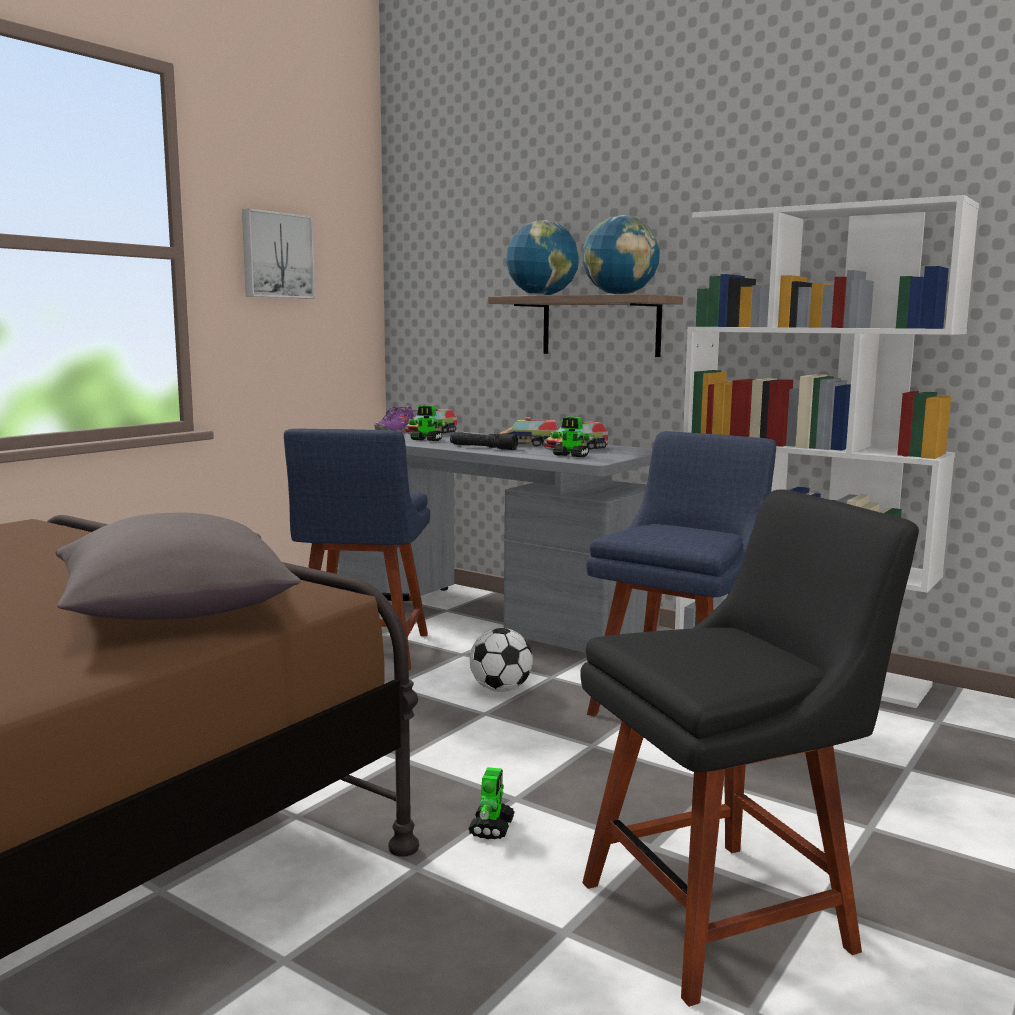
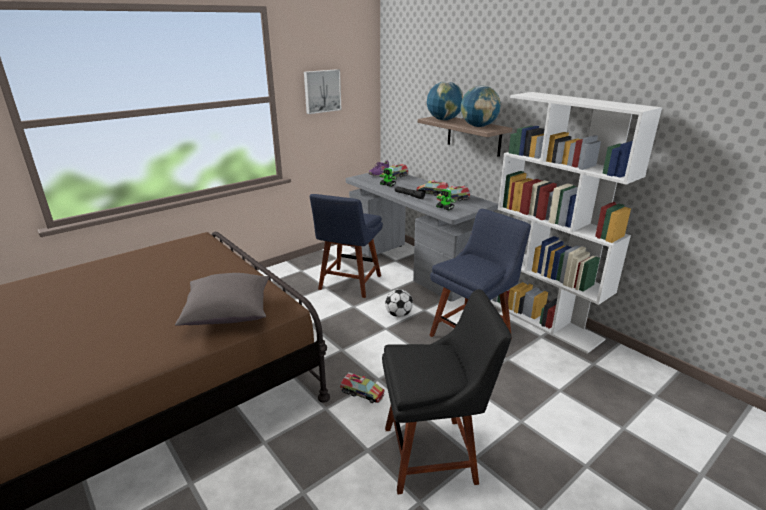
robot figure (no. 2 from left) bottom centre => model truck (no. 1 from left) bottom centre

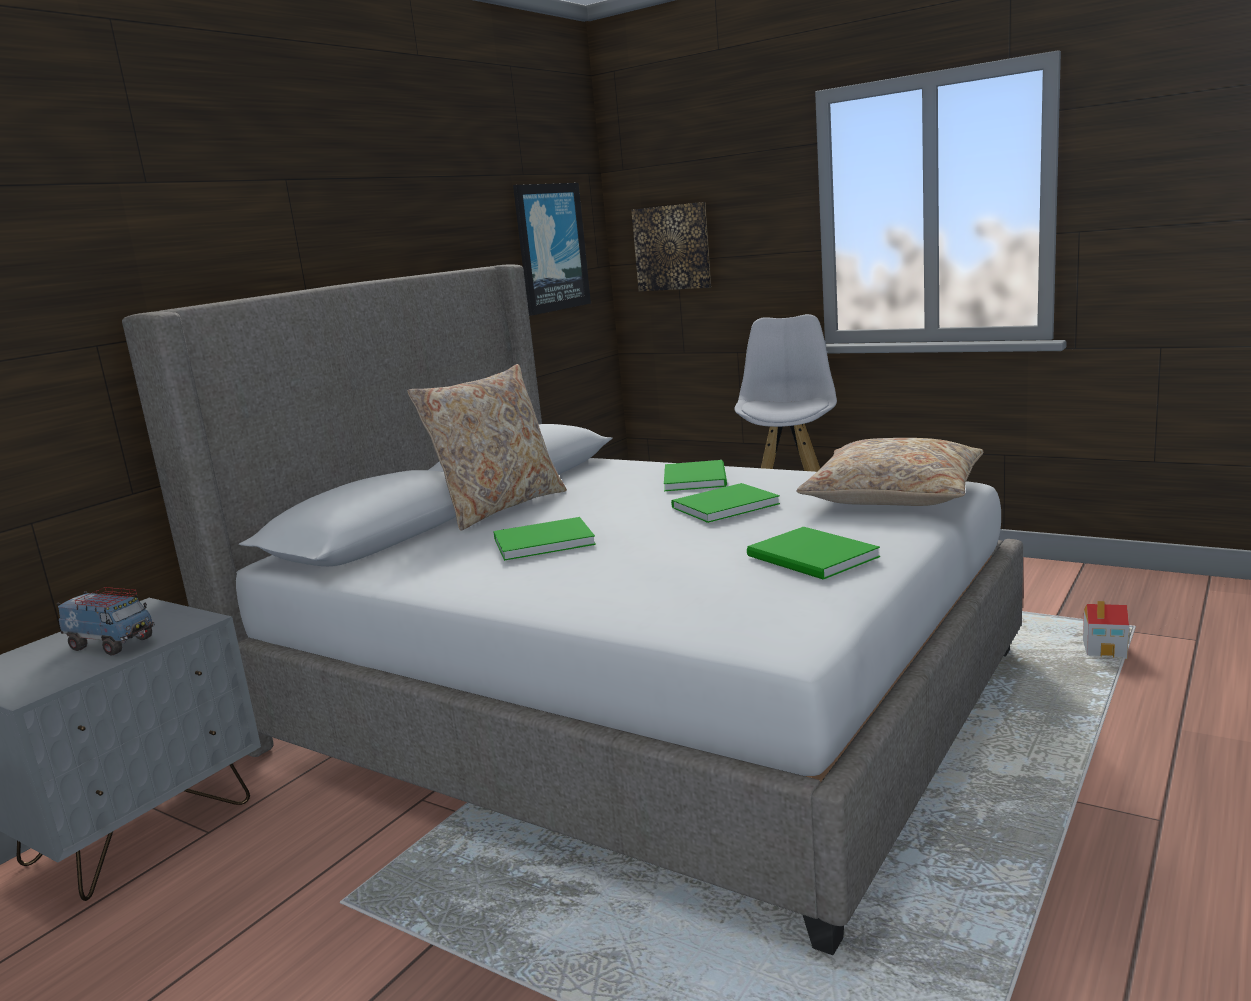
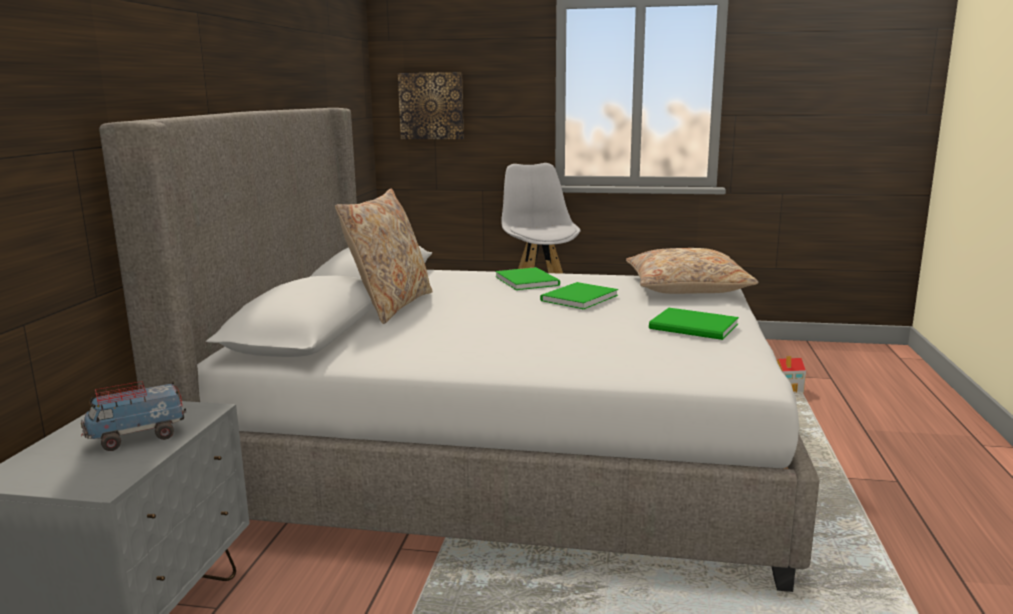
model truck middle left => model truck bottom left, 150 degrees clockwise
book (green-coloured) (no. 1 from left) centre => nothing
picture (no. 1 from left) top centre => nothing

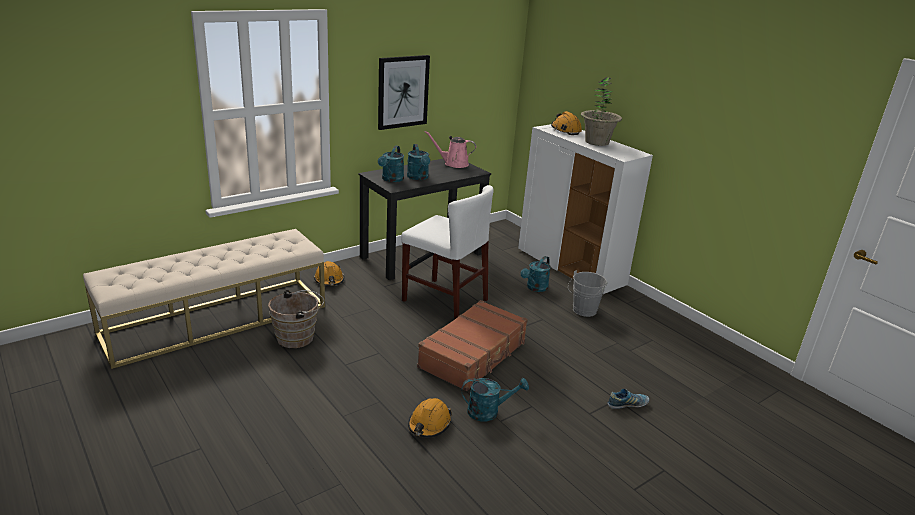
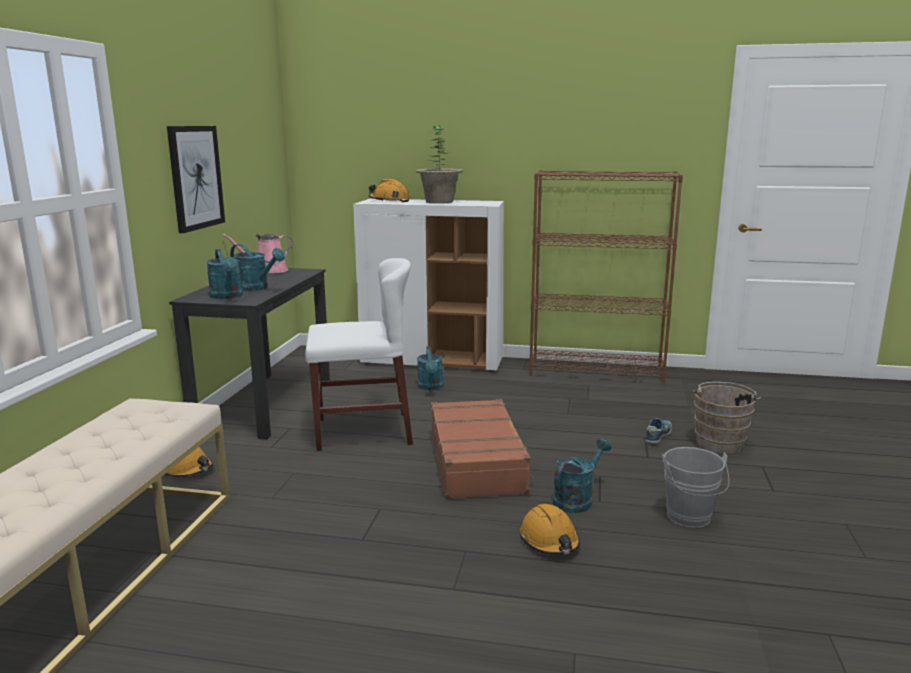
bucket (brownish) middle left => bucket (brownish) middle right, shifted
bucket (gray) centre => bucket (gray) bottom right, shifted
nothing => shelving unit (brownish) centre

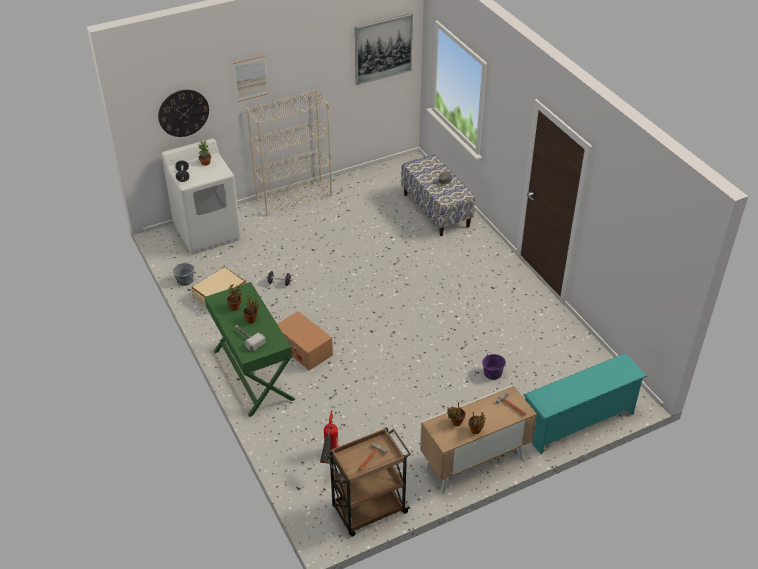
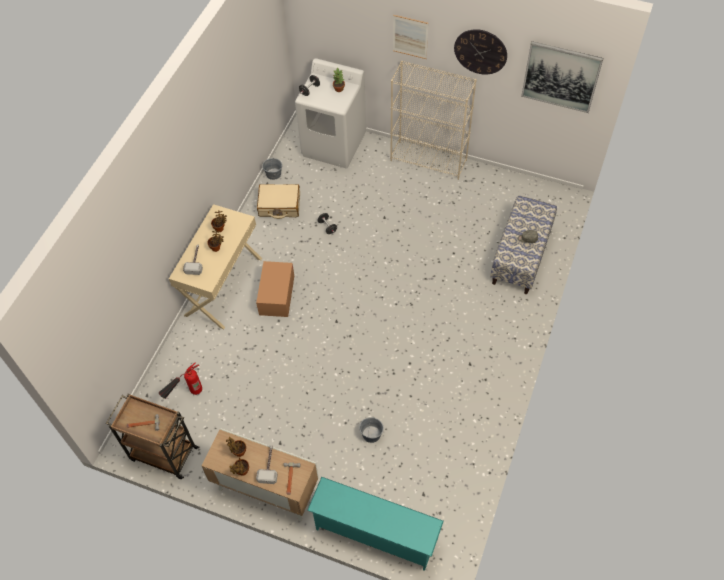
hanging clock top left => hanging clock top centre, shifted
desk (green-coloured) middle left => desk (beige) middle left
bucket (purple) centre => bucket (gray) (no. 2 from left) bottom centre
nothing => tool hammer (no. 3 from left) bottom centre

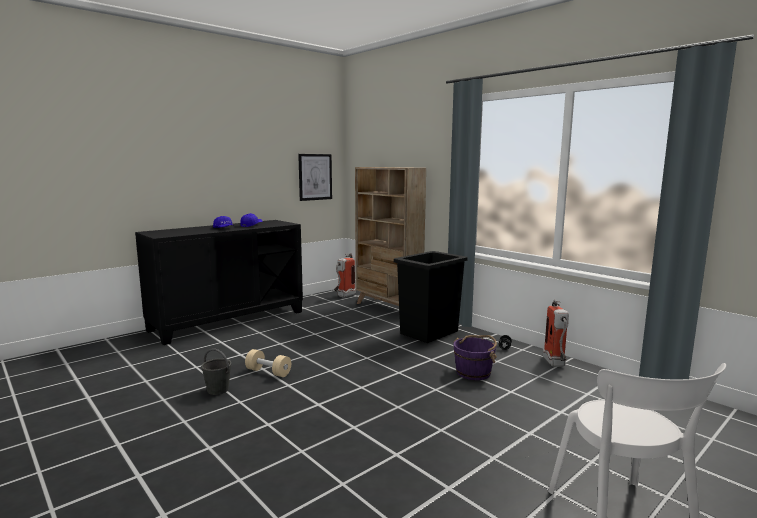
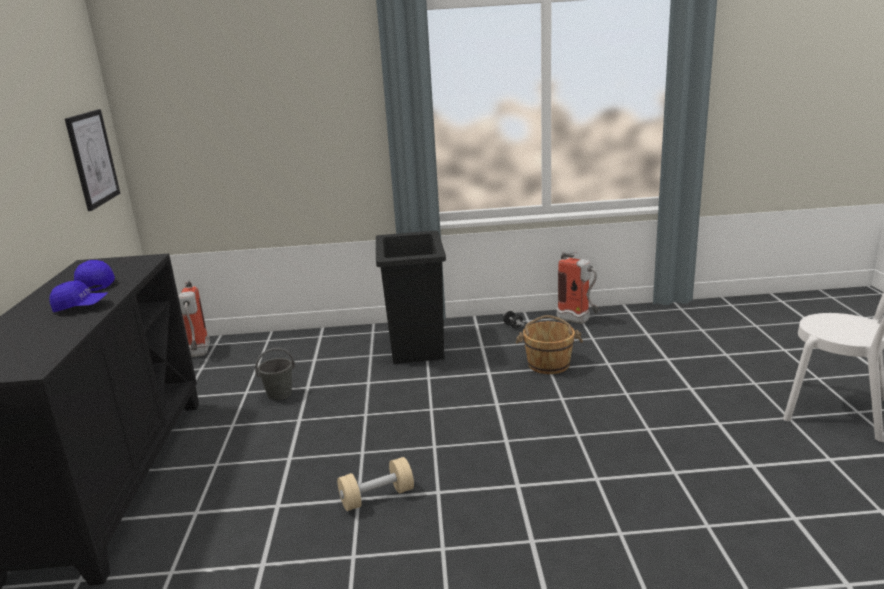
bucket (gray) bottom left => bucket (gray) middle left, shifted
shelving unit (beige) centre => nothing
bucket (purple) bottom centre => bucket (brownish) centre

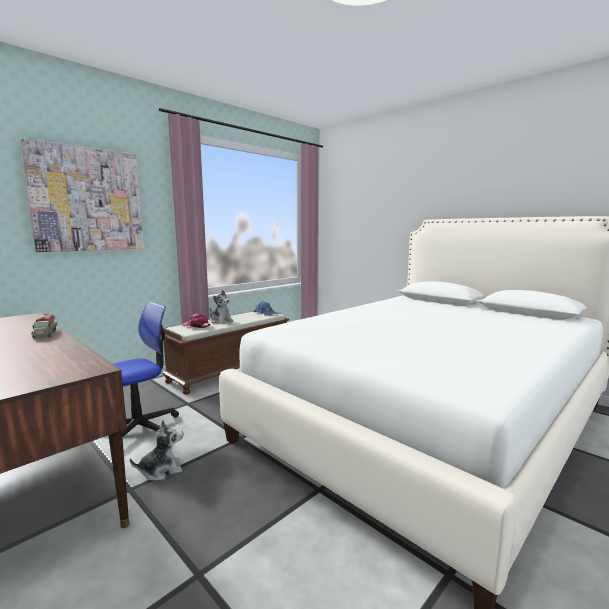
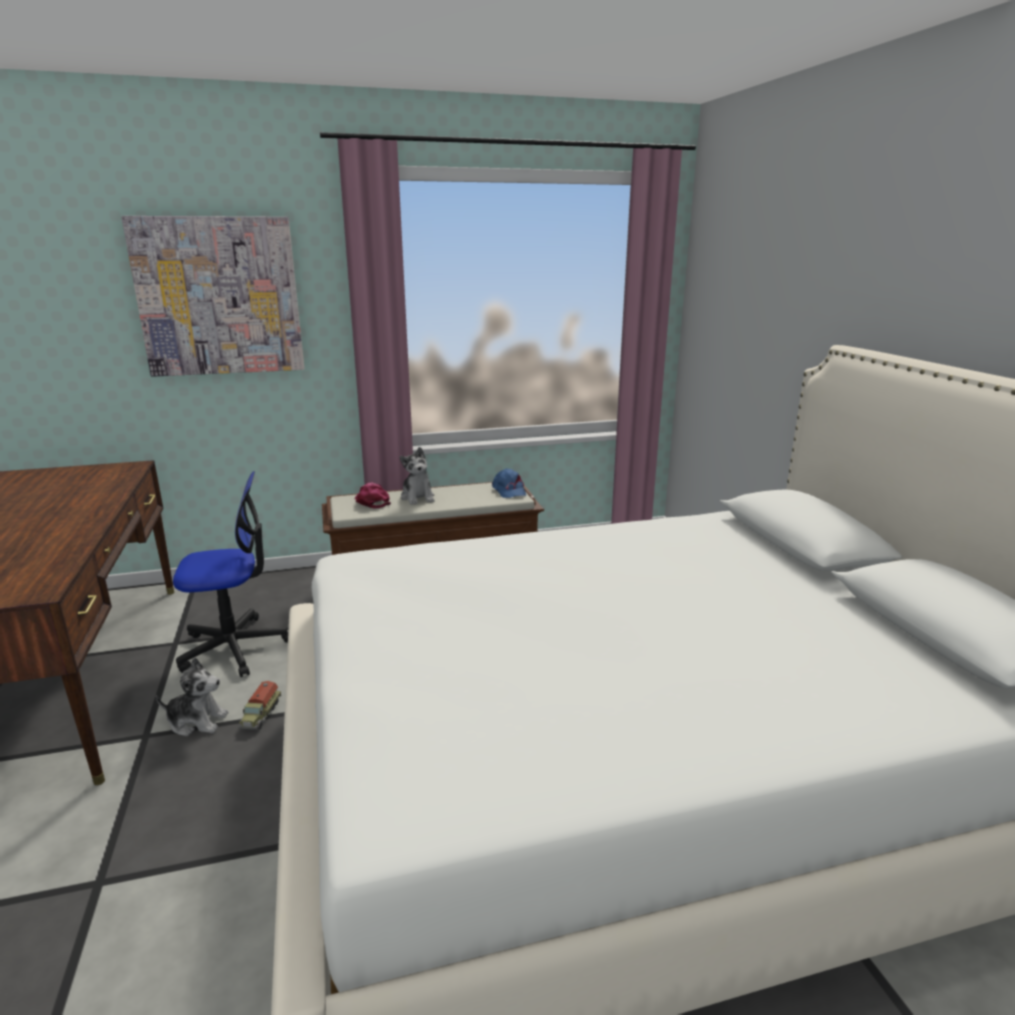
model truck middle left => model truck bottom left, shifted

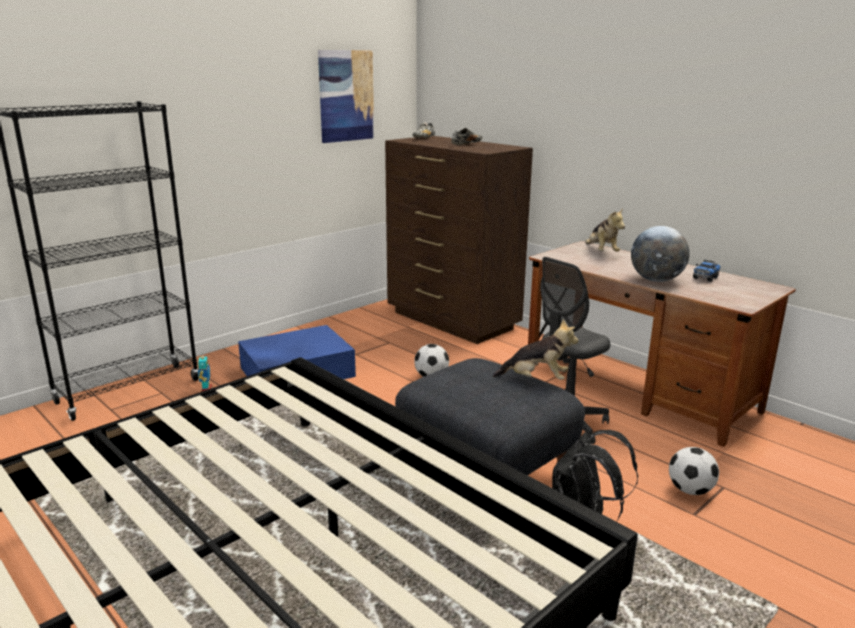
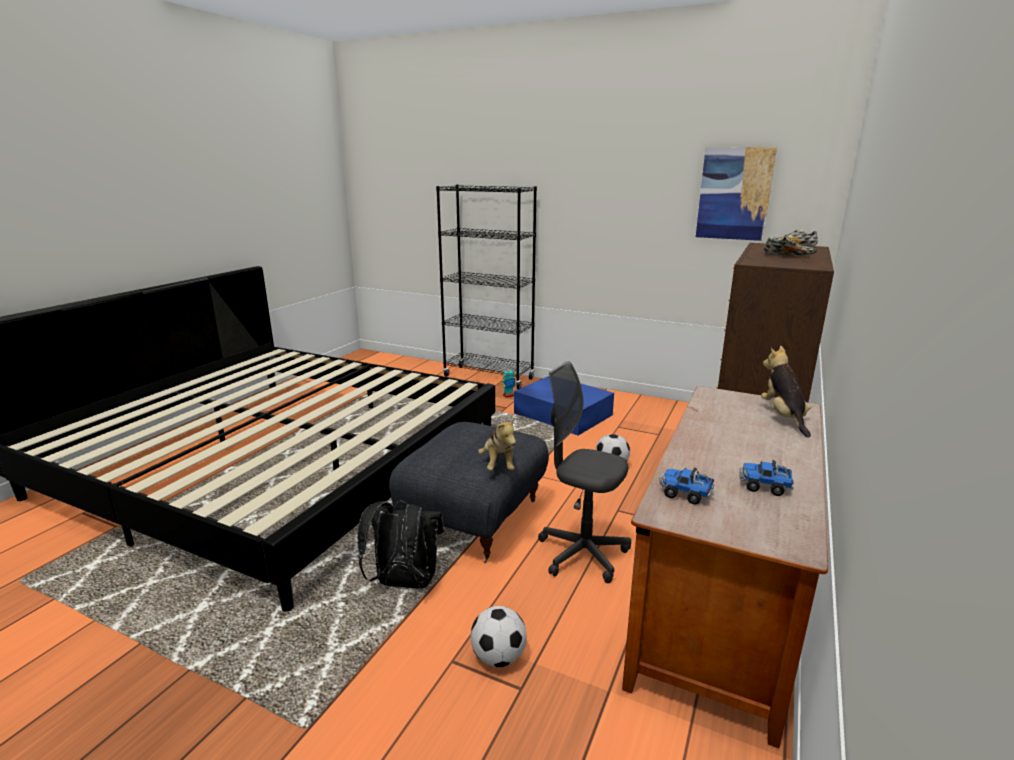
cuddly toy (no. 2 from left) middle right, 120 degrees clockwise
world globe middle right => nothing
nothing => model truck (no. 1 from left) middle right

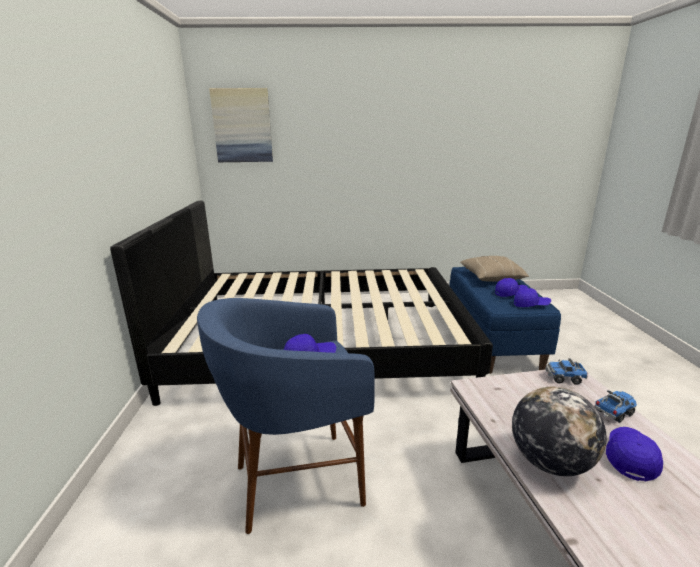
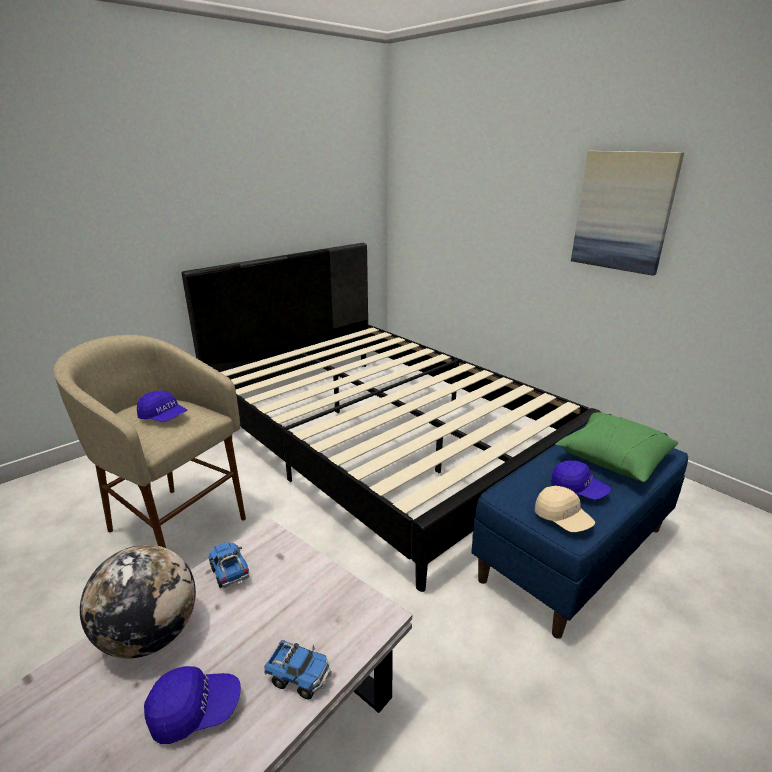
sitting stool (blue-coloured) bottom centre => sitting stool (beige) middle left
picture top centre => picture top right, shifted
cushion (beige) middle right => cushion (green-coloured) middle right
cap (blue-coloured) (no. 3 from left) middle right => cap (beige) middle right
model truck (no. 1 from left) middle right => model truck (no. 1 from left) bottom left, shifted

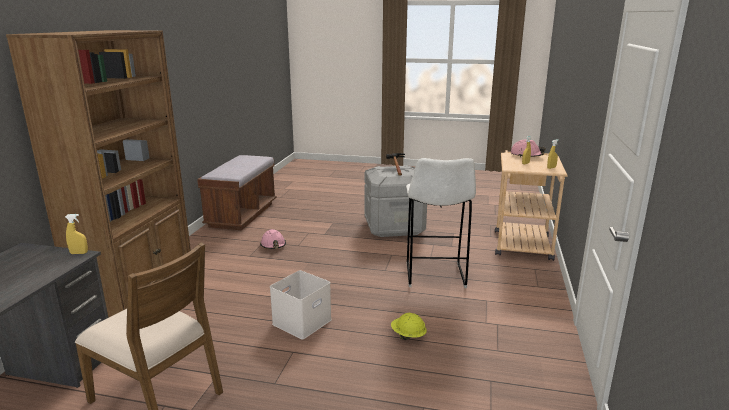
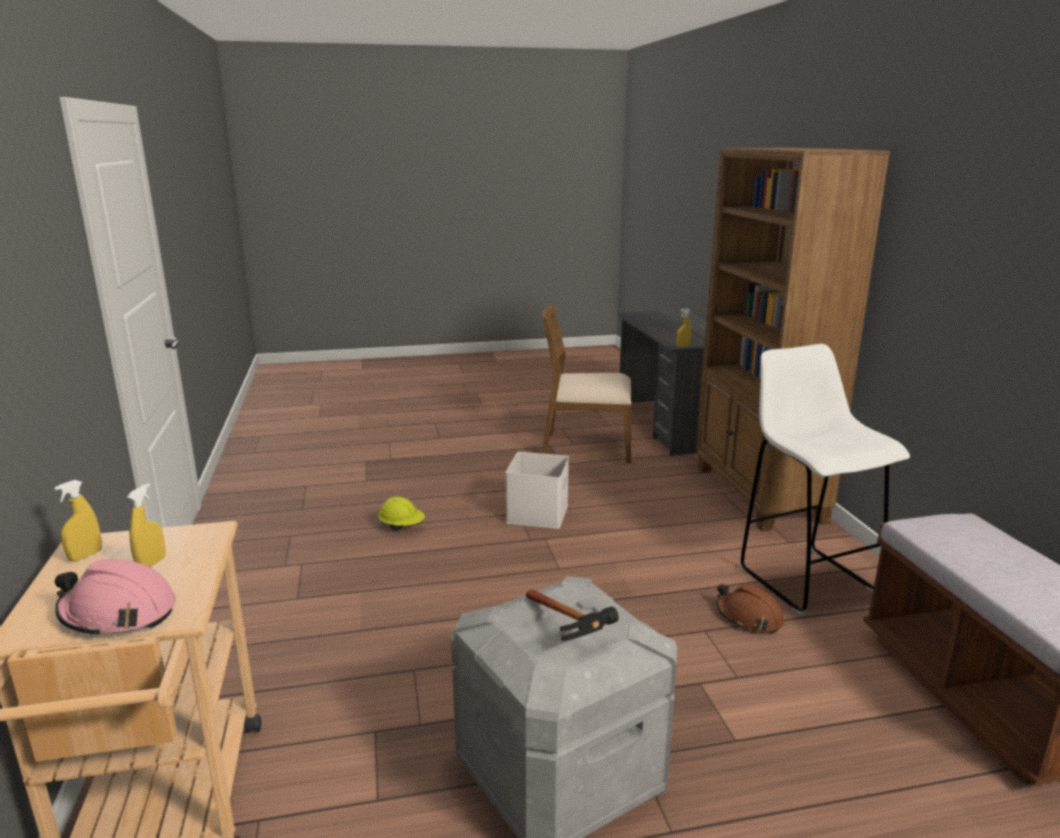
work helmet (pink) (no. 1 from left) centre => work helmet (brownish) bottom right
sitting stool (white) centre => sitting stool (white) middle right, shifted

